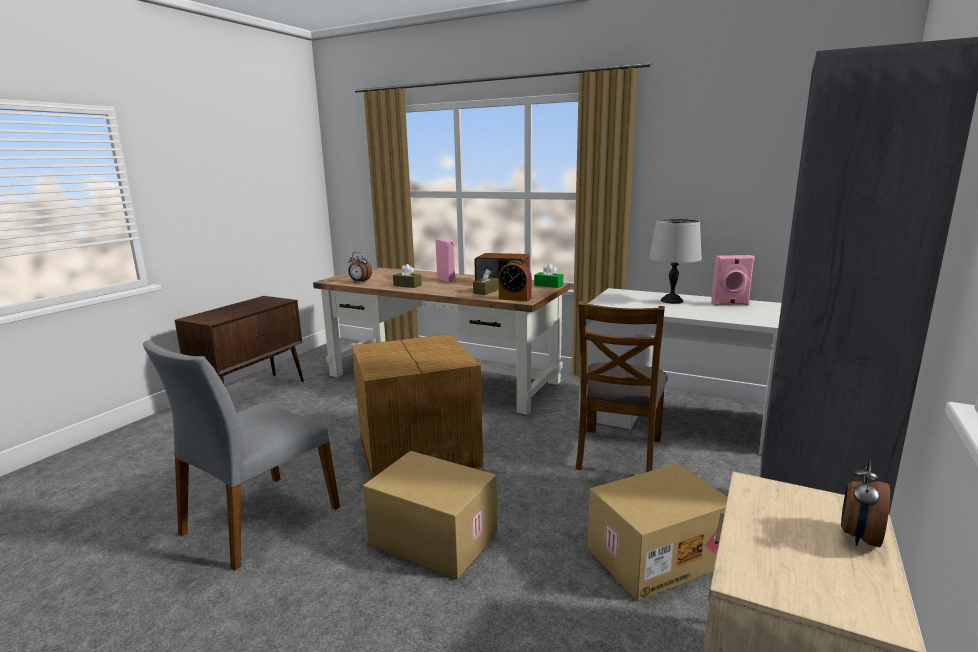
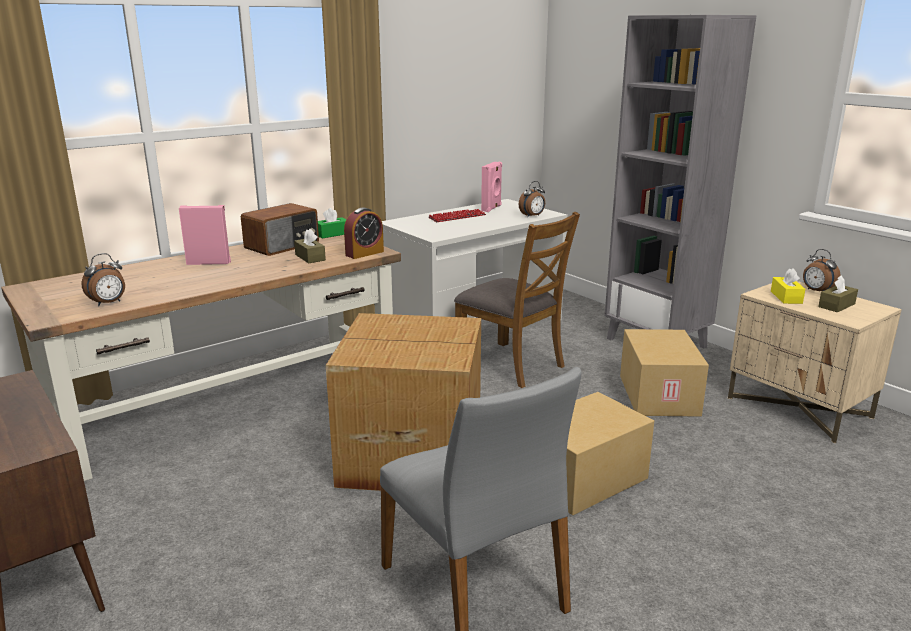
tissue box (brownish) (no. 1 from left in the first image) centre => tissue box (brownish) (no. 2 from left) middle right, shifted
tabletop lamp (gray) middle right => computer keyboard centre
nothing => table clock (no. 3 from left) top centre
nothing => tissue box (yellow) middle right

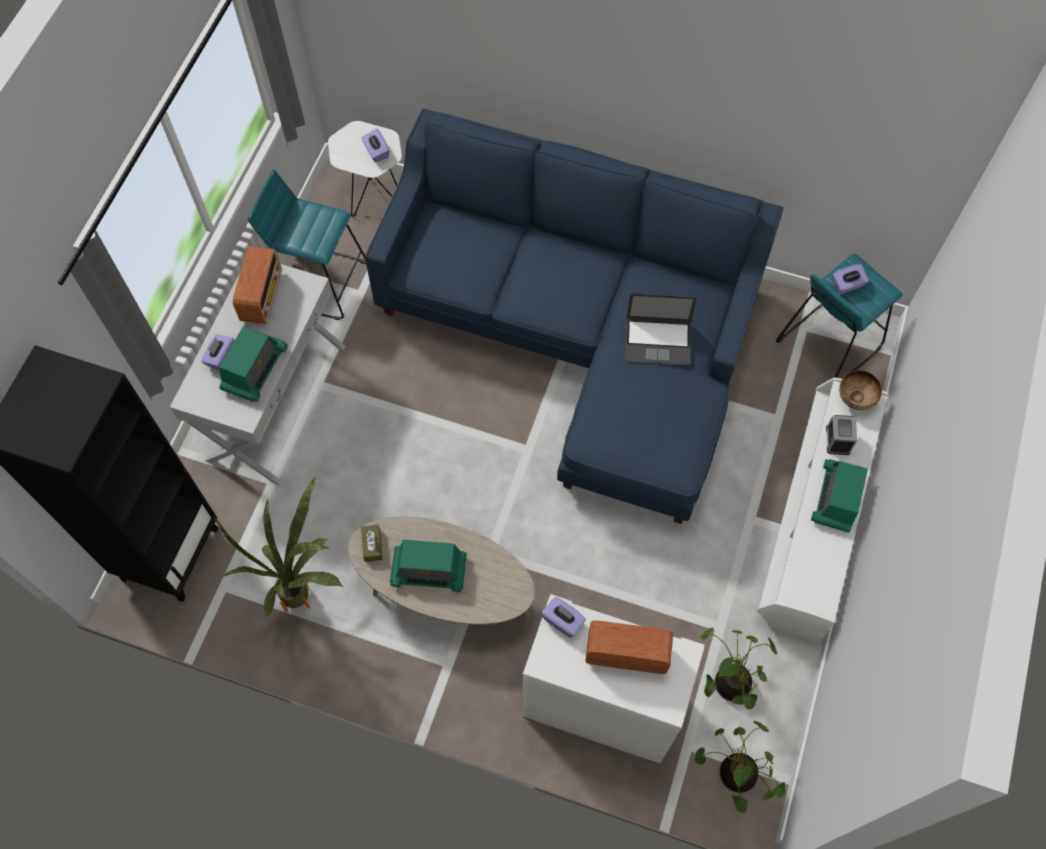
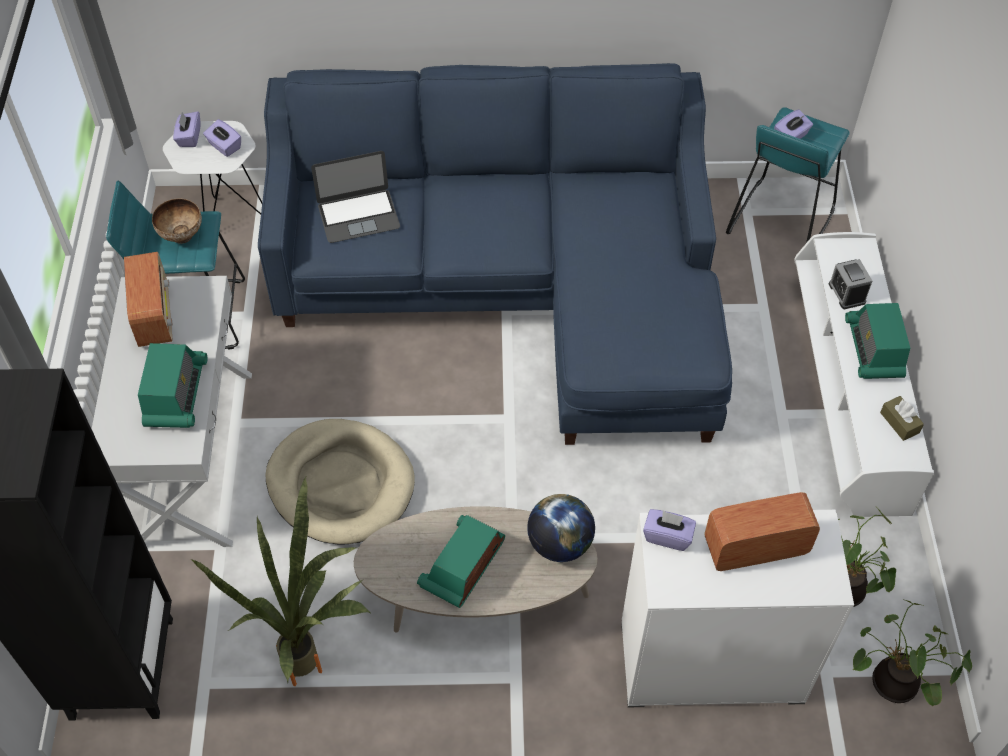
tissue box (purple) (no. 1 from left) middle left => tissue box (purple) (no. 1 from left) top left, shifted
tissue box (brownish) centre => tissue box (brownish) middle right, shifted
radio receiver (no. 3 from left) bottom centre, 135 degrees clockwise
laptop centre => laptop top centre, shifted
serving bowl middle right => serving bowl top left, shifted
nothing => dog cushion (beige) centre
nothing => world globe bottom centre

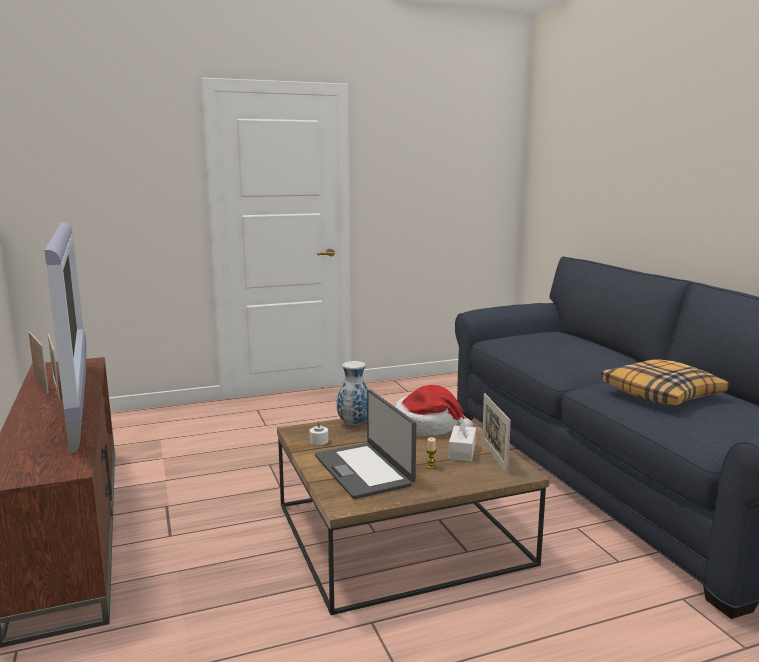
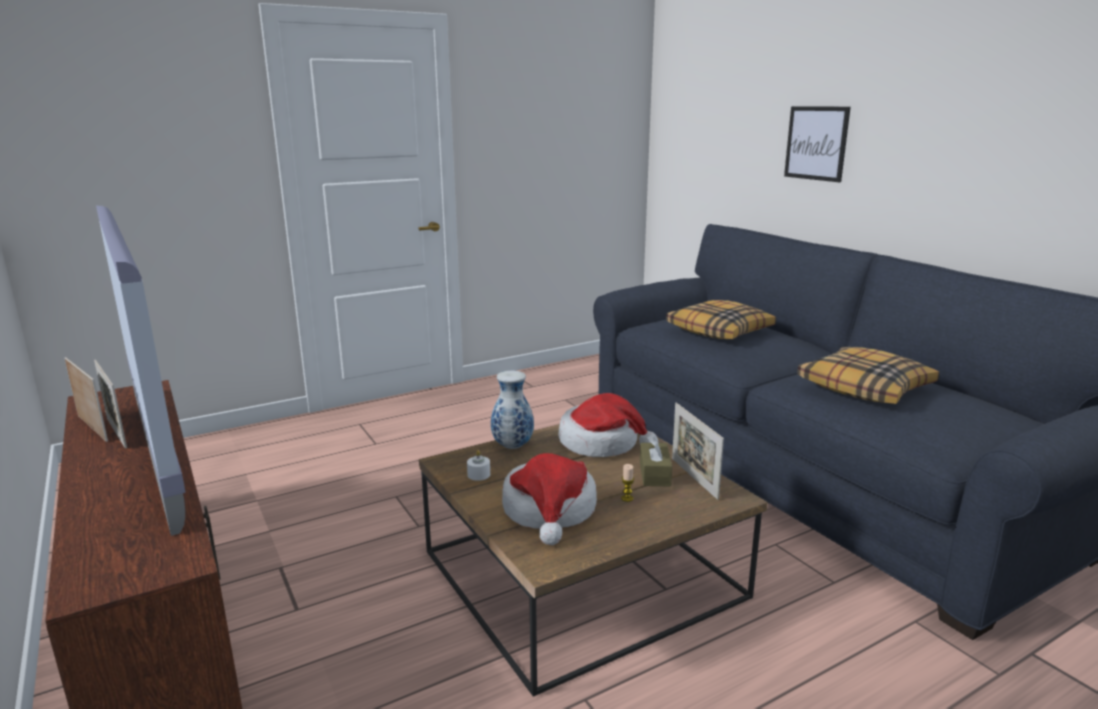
laptop bottom centre => wearable hat (no. 1 from left) bottom centre
tissue box (white) centre => tissue box (brownish) centre
nothing => cushion (no. 1 from left) centre
nothing => picture top right

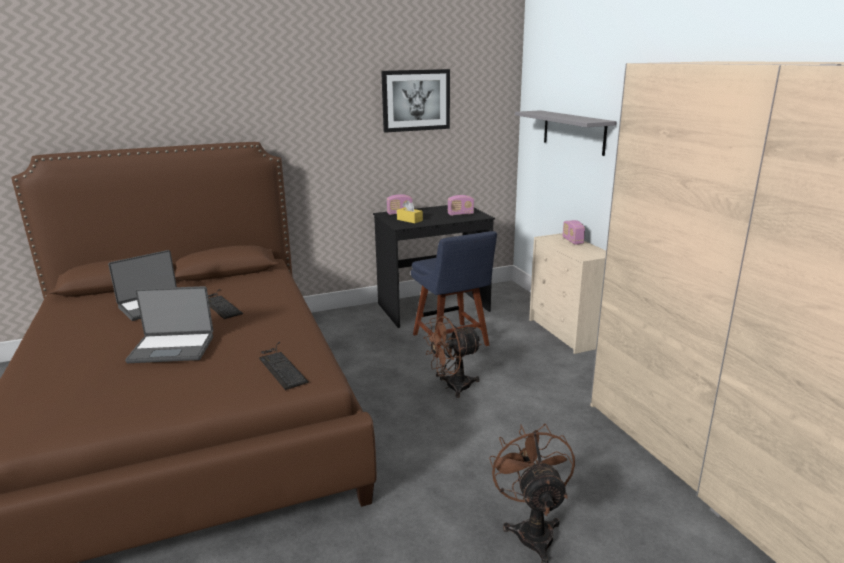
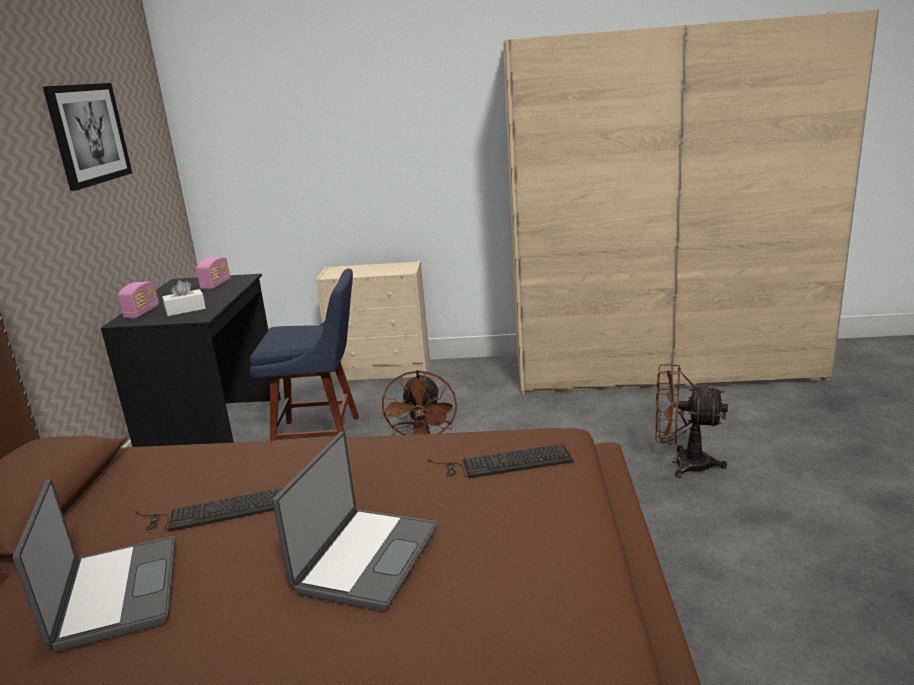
tissue box (yellow) centre => tissue box (white) middle left
shelf (gray) top right => nothing
radio receiver (no. 3 from left) middle right => nothing

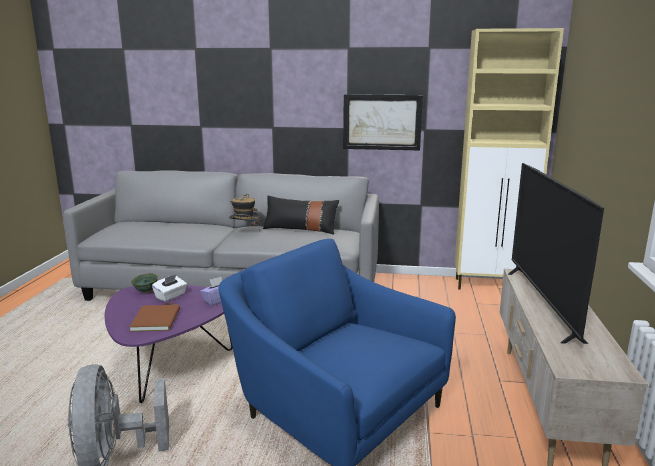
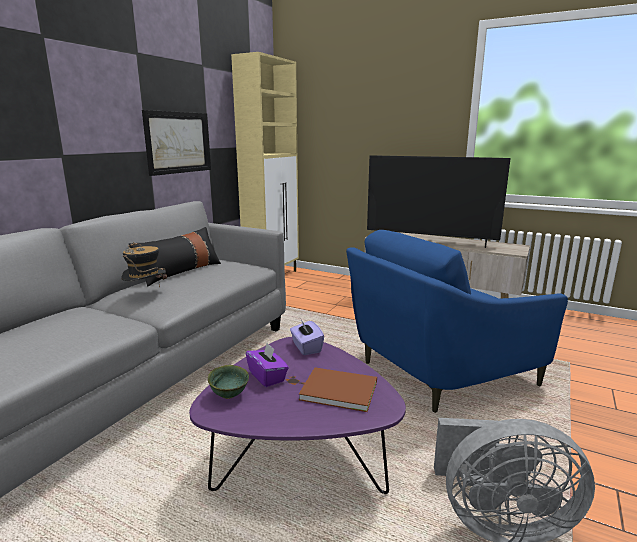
tissue box (white) middle left => tissue box (purple) (no. 1 from left) bottom centre

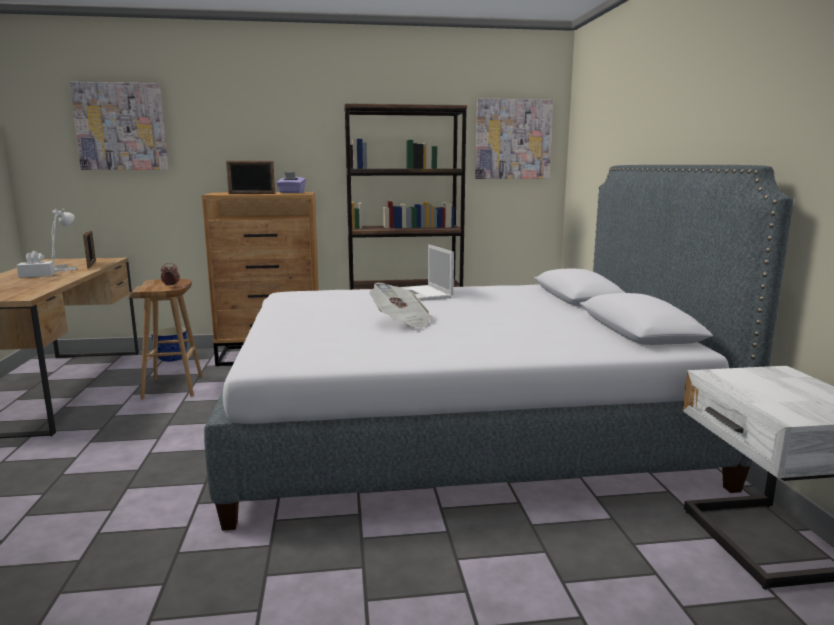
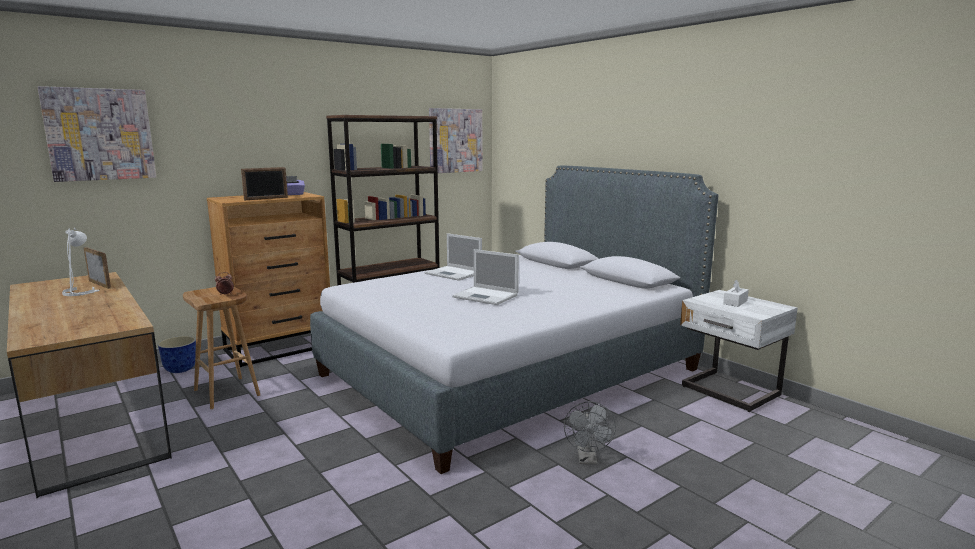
tissue box (white) middle left => tissue box (white) middle right, shifted
daily paper centre => laptop (no. 2 from left) centre
nothing => fan (gray) bottom centre

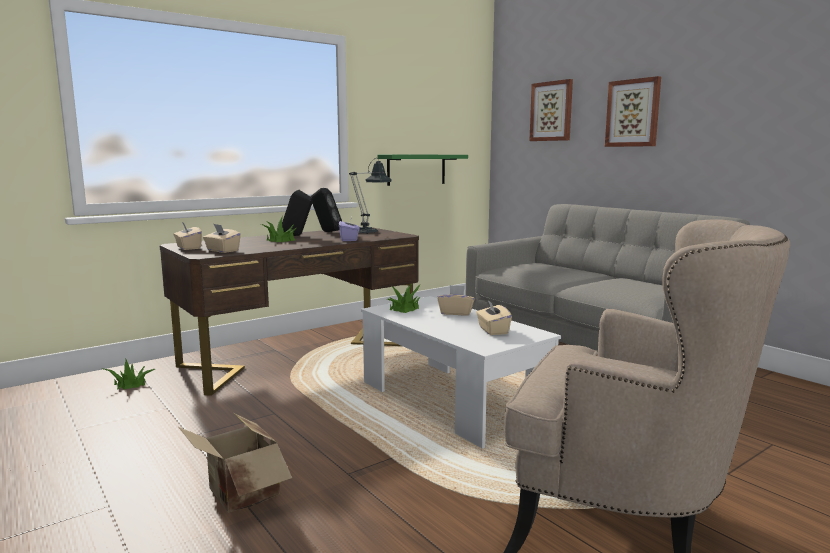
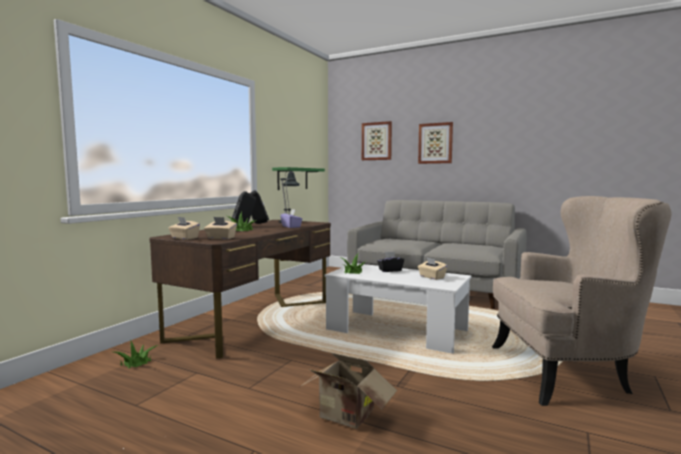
tissue box (beige) (no. 3 from left) centre => tissue box (black) centre

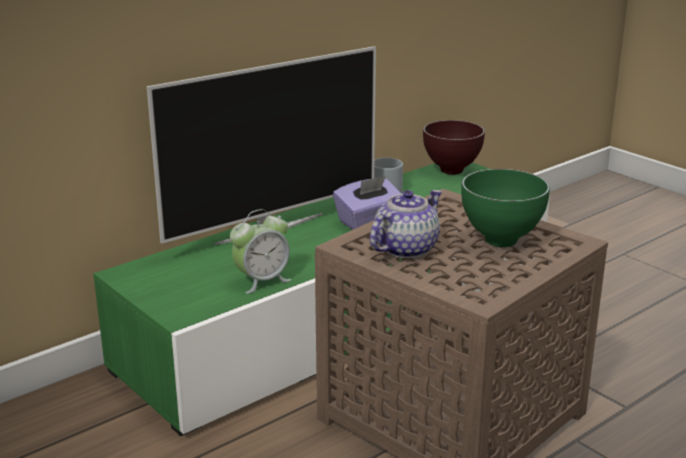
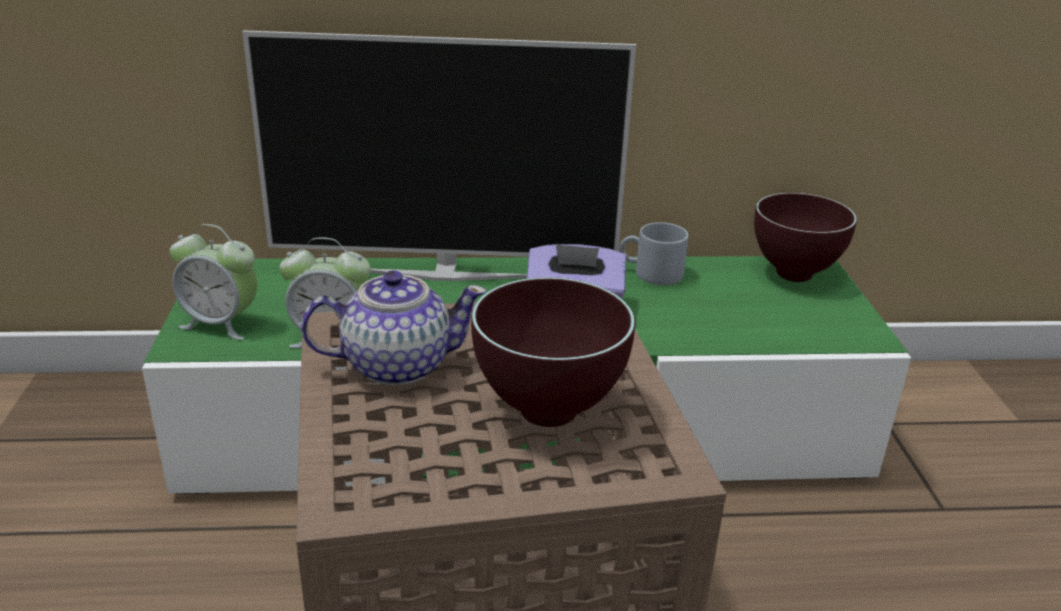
serving bowl (green-coloured) middle right => serving bowl (brownish) (no. 1 from left) centre
nothing => table clock (no. 1 from left) middle left

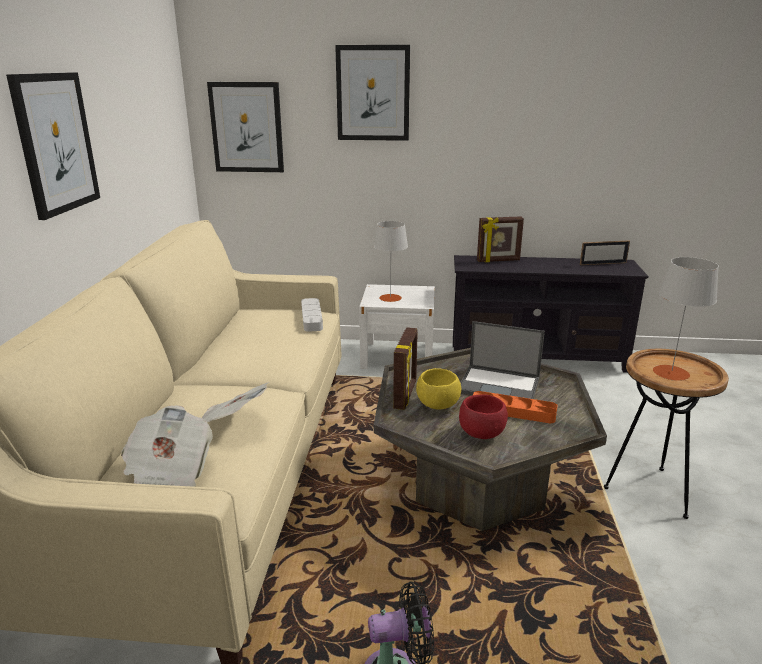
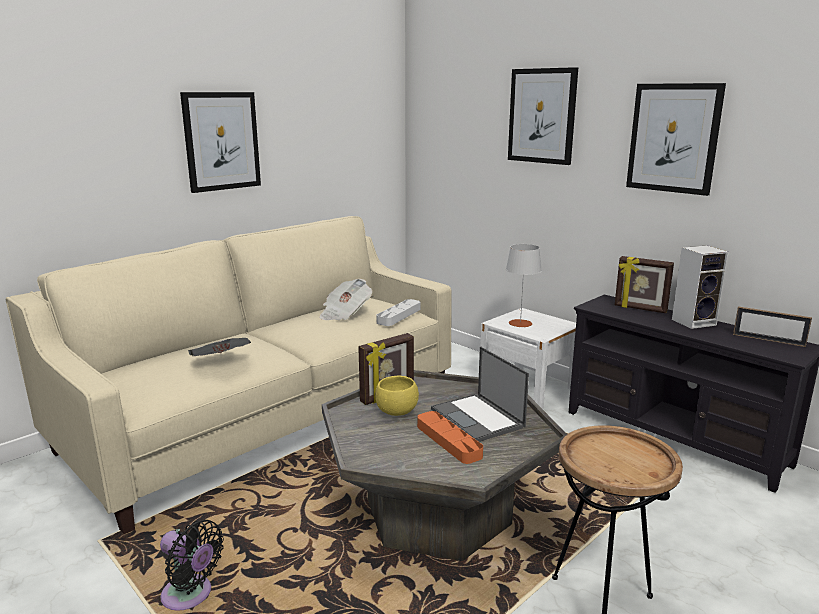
daily paper (no. 1 from left in the first image) bottom left => daily paper (no. 2 from left) centre, shifted
picture (no. 2 from left in the first image) top left => picture (no. 3 from left) top right, shifted
serving bowl (red) centre => nothing
tabletop lamp (gray) (no. 2 from left) middle right => nothing
nothing => loudspeaker middle right

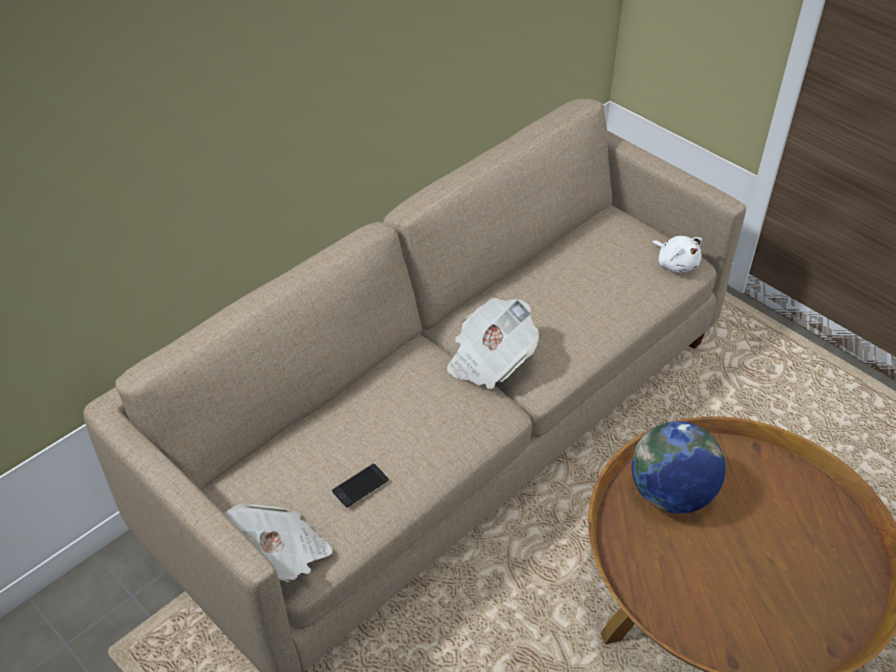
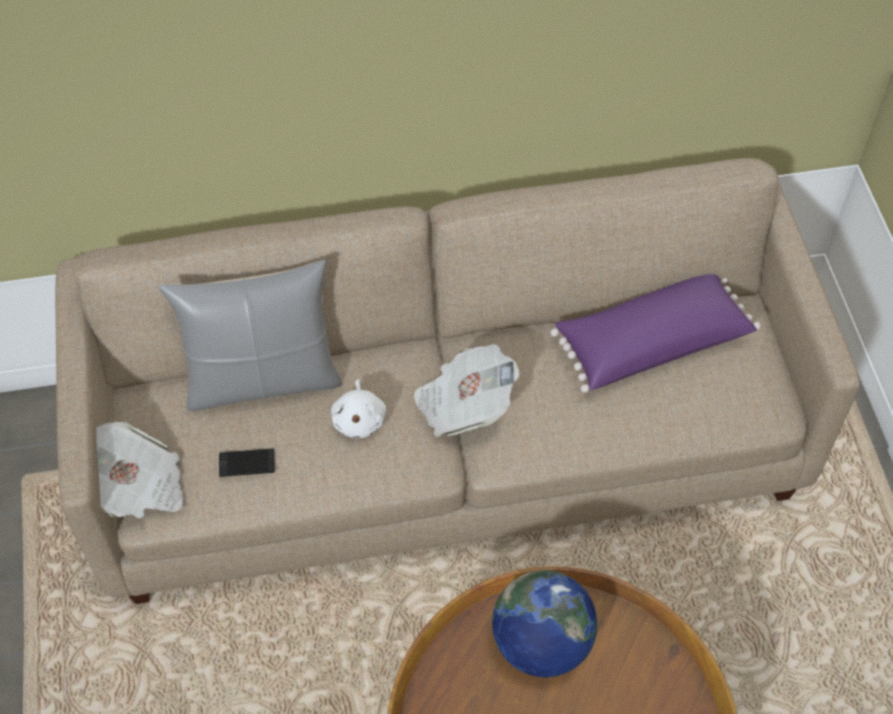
cuddly toy (white) middle right => cuddly toy (white) centre, shifted
nothing => cushion (gray) middle left
nothing => cushion (purple) middle right

